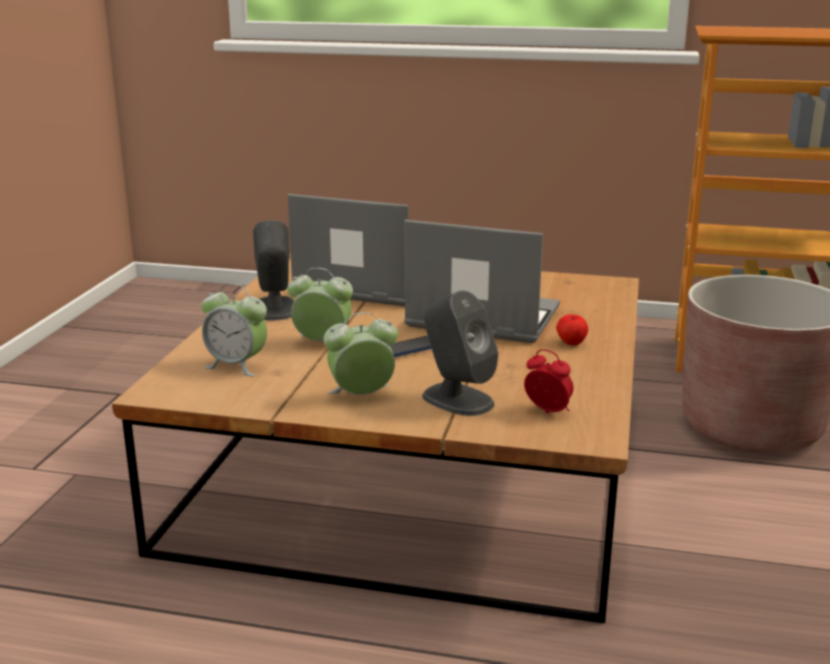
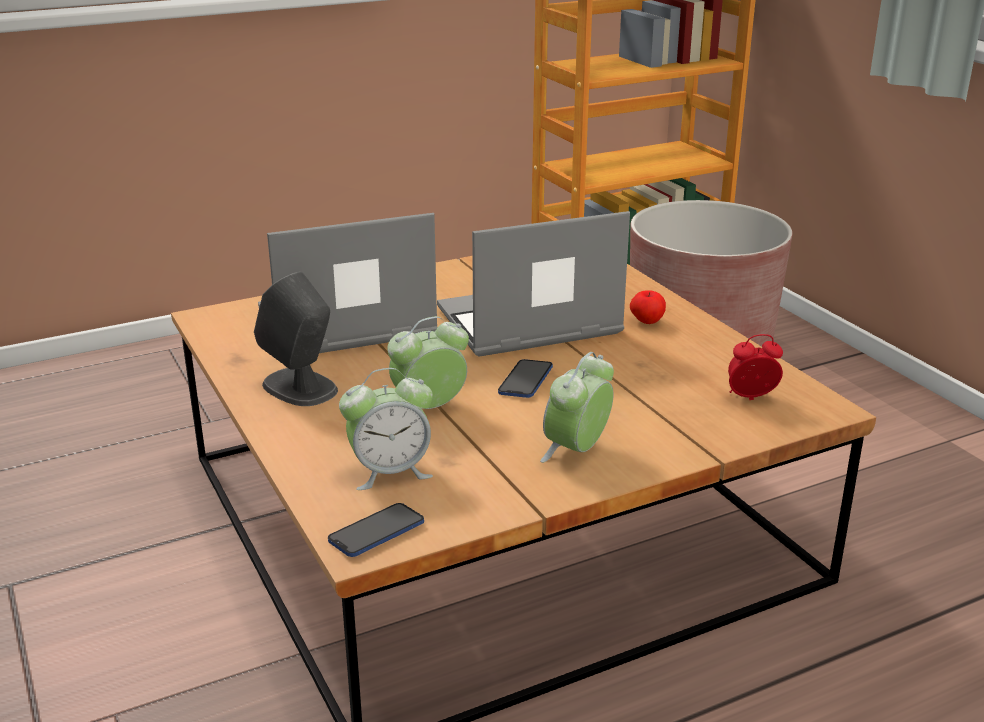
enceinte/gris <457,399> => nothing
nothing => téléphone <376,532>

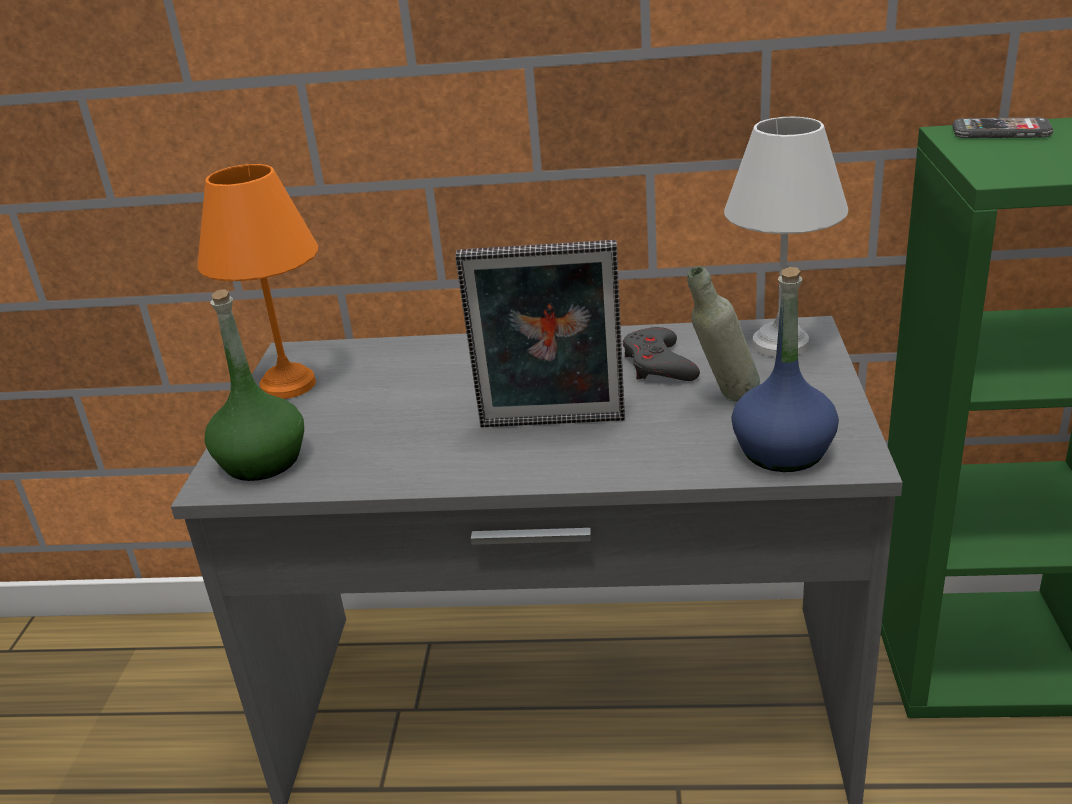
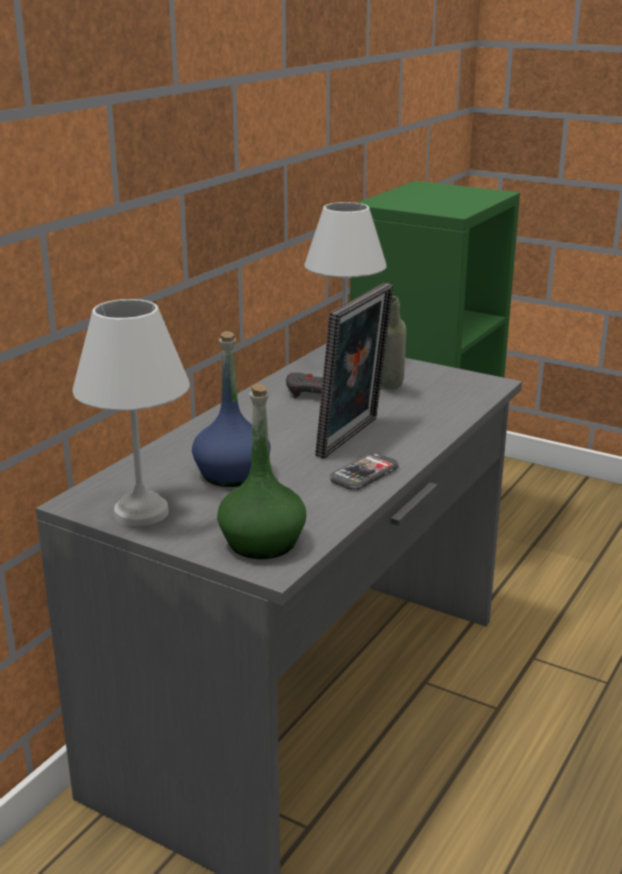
téléphone <1001,132> => téléphone <364,474>, move
lampe de table/orange <289,384> => lampe de table/blanc <139,512>
bouteille/bleu <783,452> => bouteille/bleu <232,474>, move

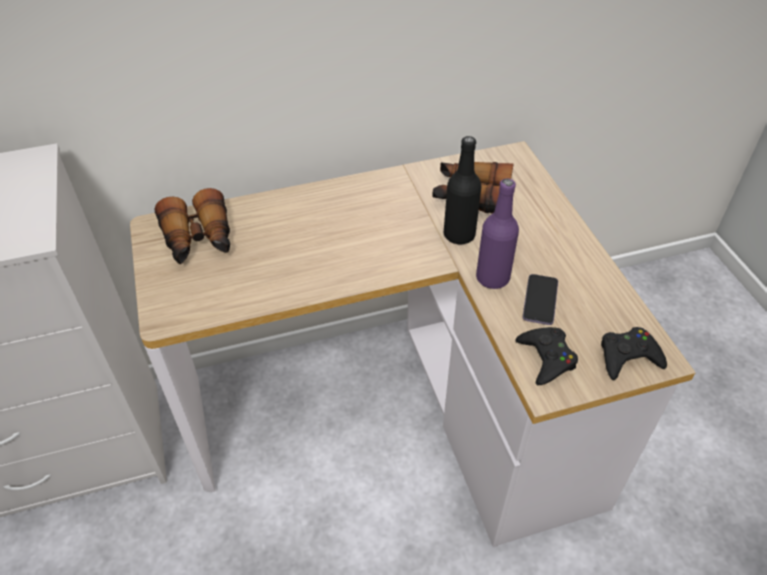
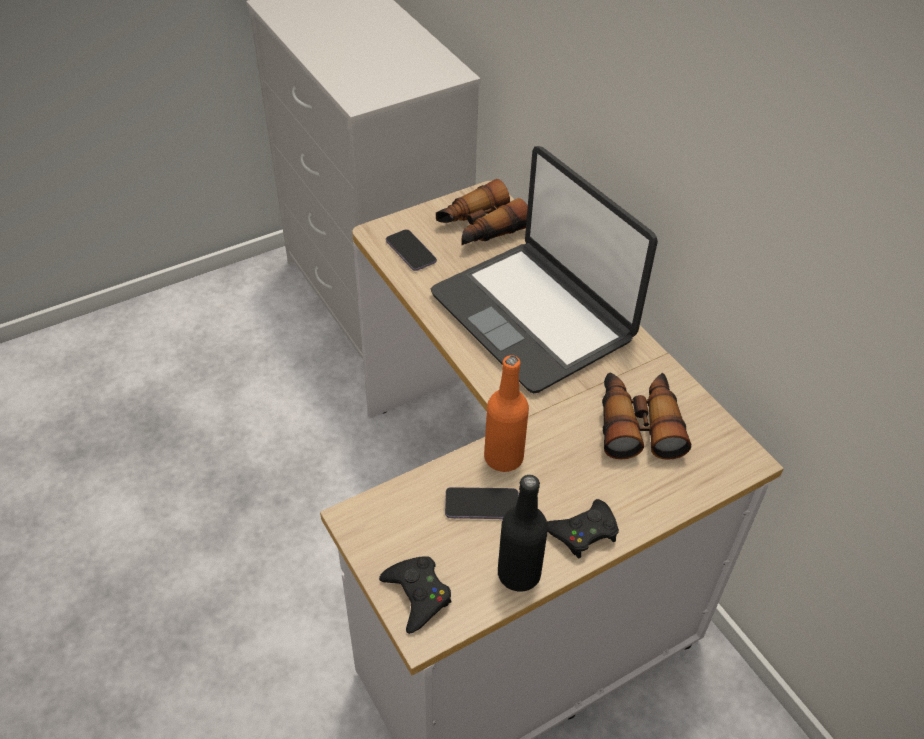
bouteille/noir <459,235> => bouteille/noir <519,574>, move
bouteille/violet <492,278> => bouteille/orange <503,458>
manette/noir <546,358> => manette/noir <583,532>, move
nothing => ordinateur portable <533,316>
nothing => téléphone <411,251>

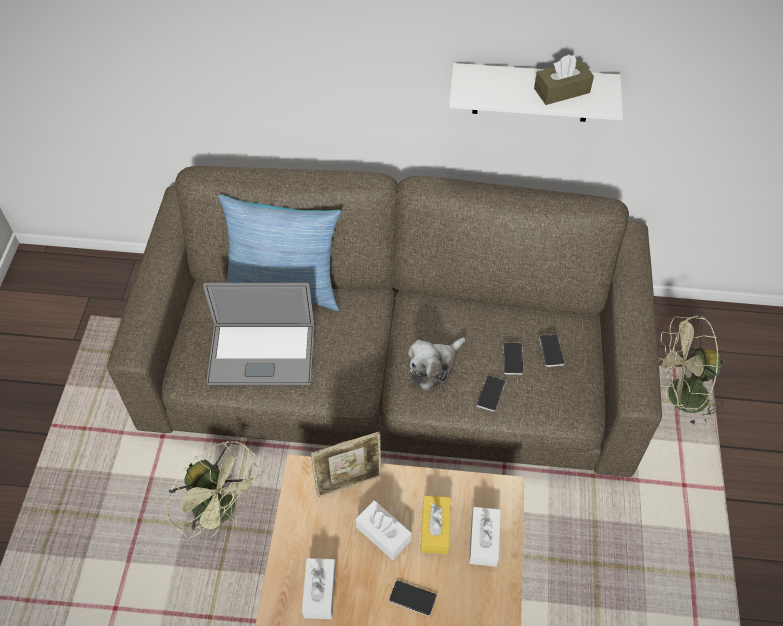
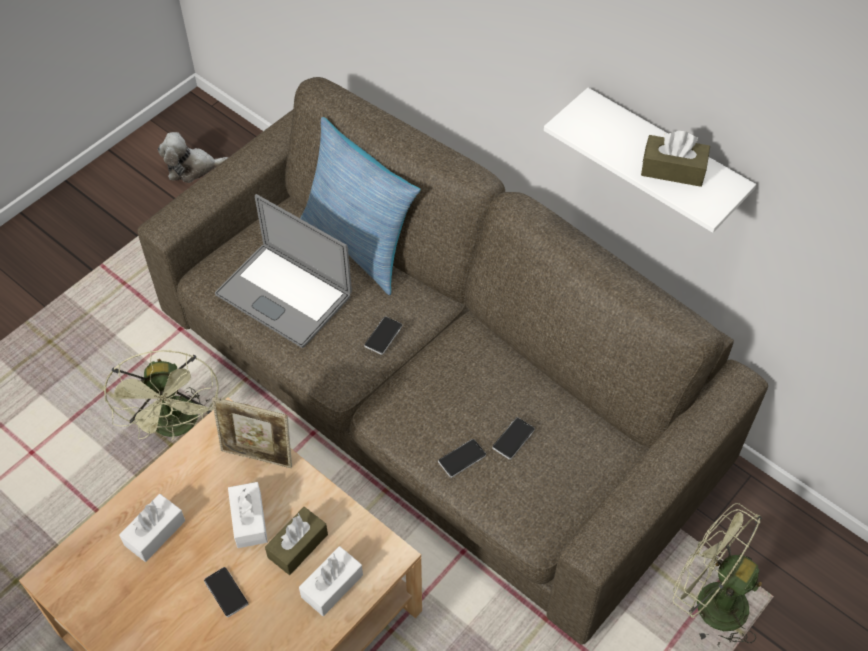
téléphone <551,351> => téléphone <383,336>, move
peluche <434,367> => peluche <192,168>, move
boîte à mouchoirs/jaune <435,528> => boîte à mouchoirs/marron <298,546>

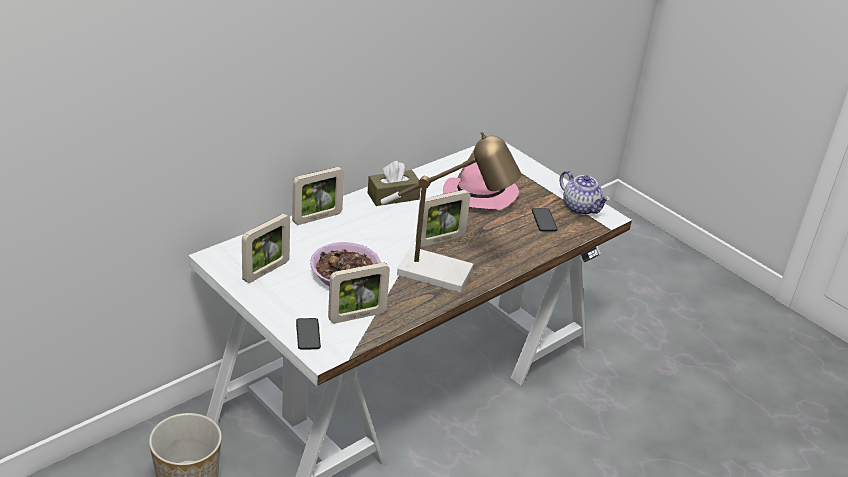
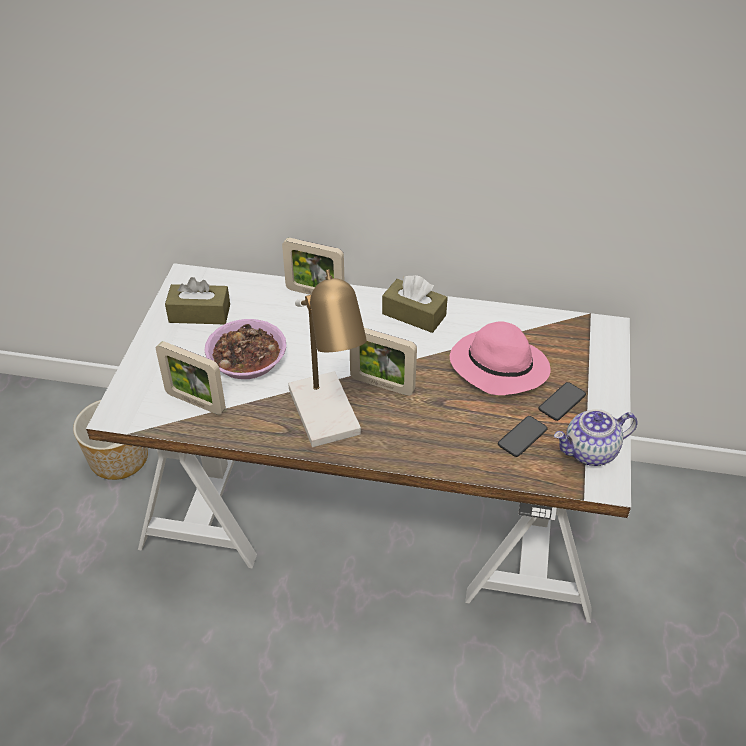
théière <581,208> => théière <590,452>, 60 degrees clockwise
cadre photo <266,271> => boîte à mouchoirs/marron <199,313>
téléphone <308,334> => téléphone <562,402>, move

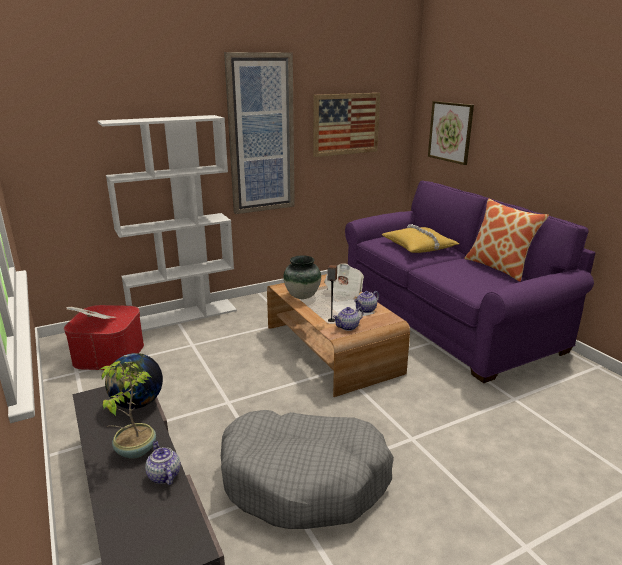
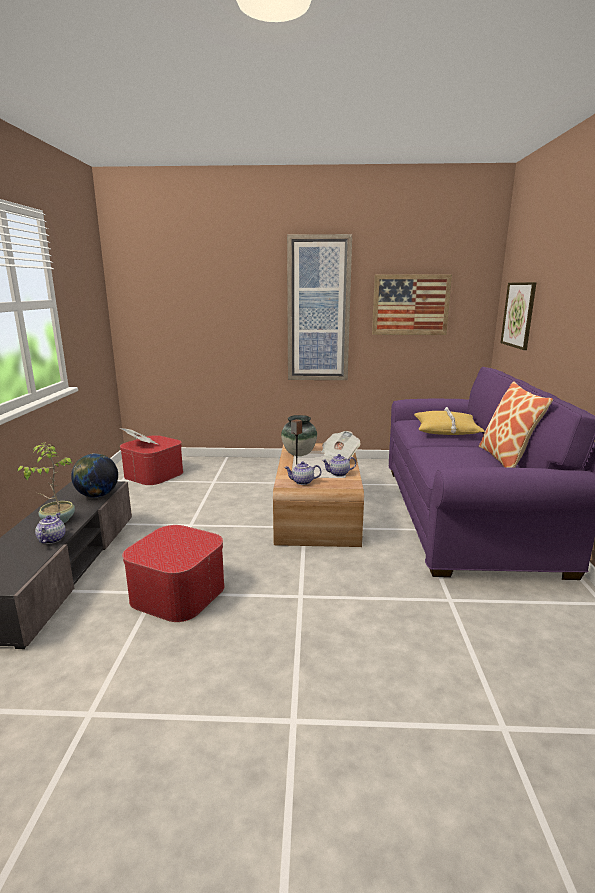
bibliothèque/blanc <184,315> => nothing
panier pour chien/gris <304,479> => pouf <177,592>

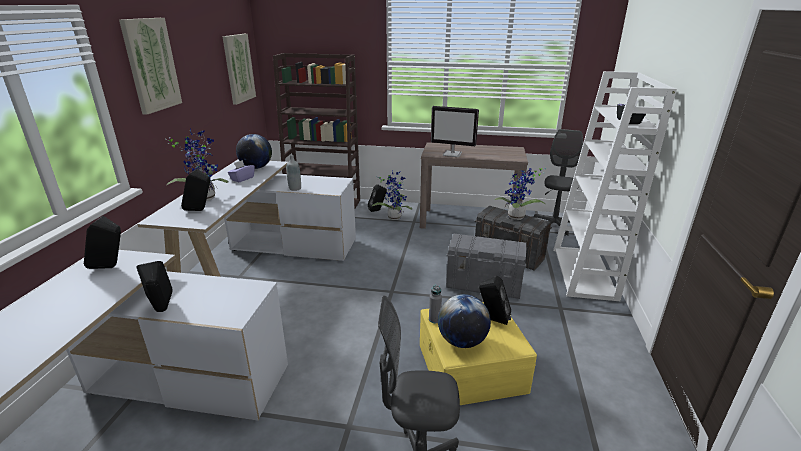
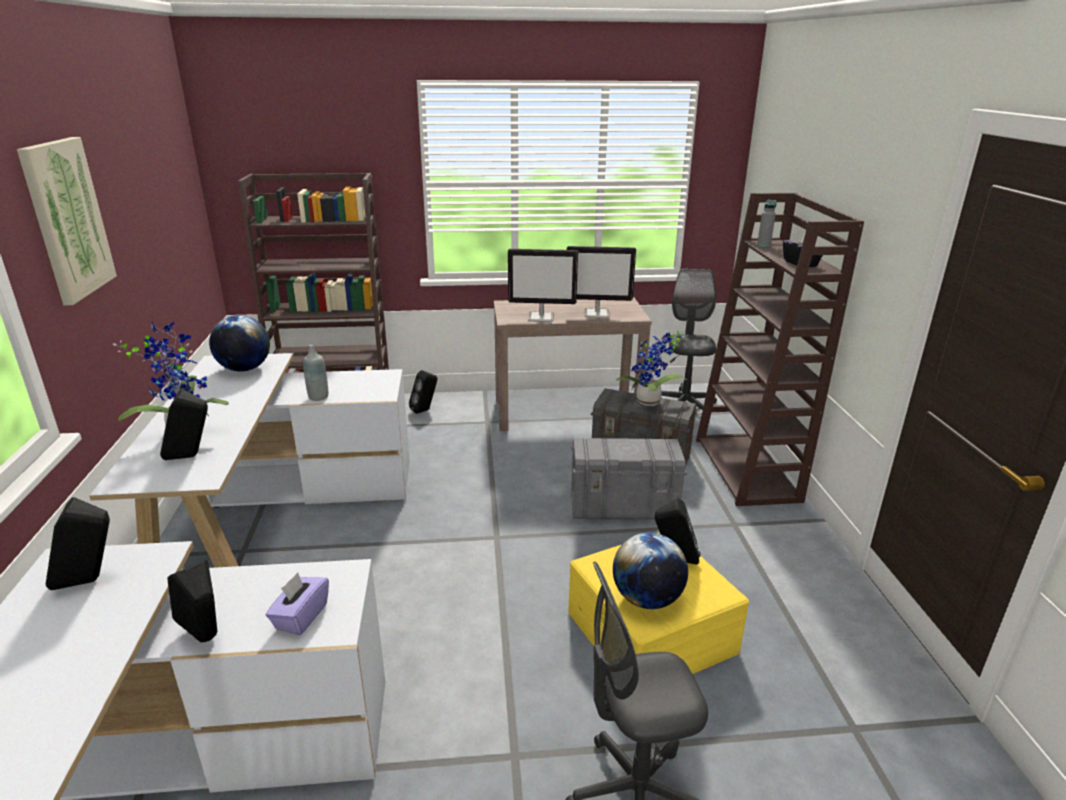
tableau <238,68> => nothing
bibliothèque/blanc <584,273> => bibliothèque/marron <747,470>
boîte à mouchoirs/violet <242,179> => boîte à mouchoirs/violet <301,617>, move
plante en pot <394,216> => nothing
bouteille/gris <434,319> => bouteille/gris <763,245>, move
nothing => écran d'ordinateur <597,314>

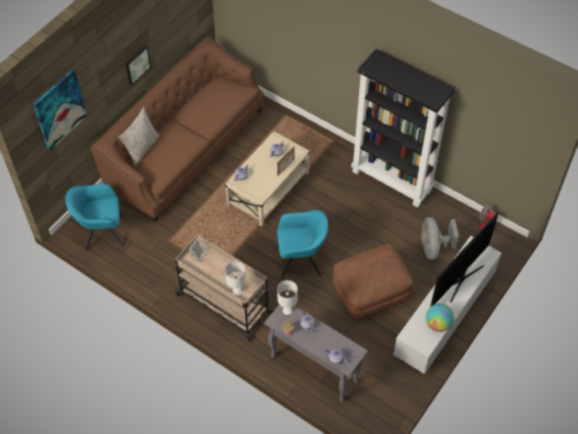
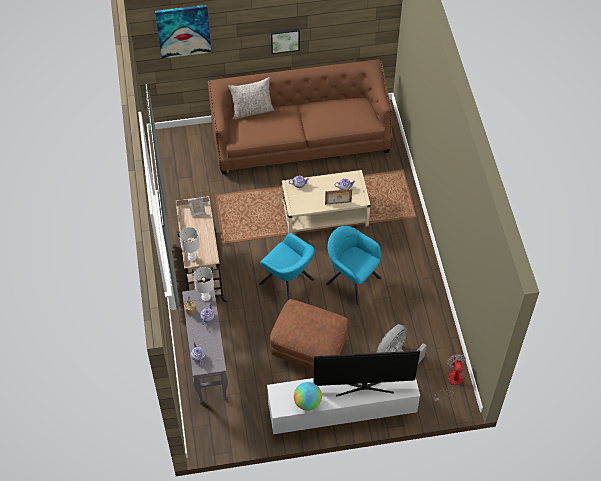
bibliothèque/noir <392,181> => nothing
fauteuil/turquoise <101,233> => fauteuil/turquoise <351,279>, move

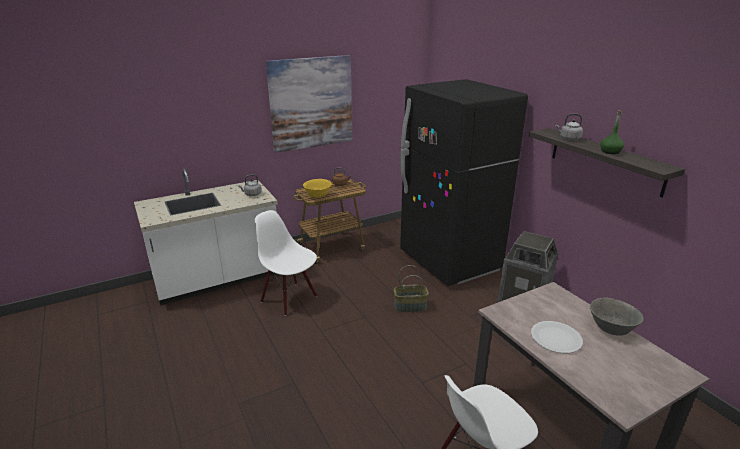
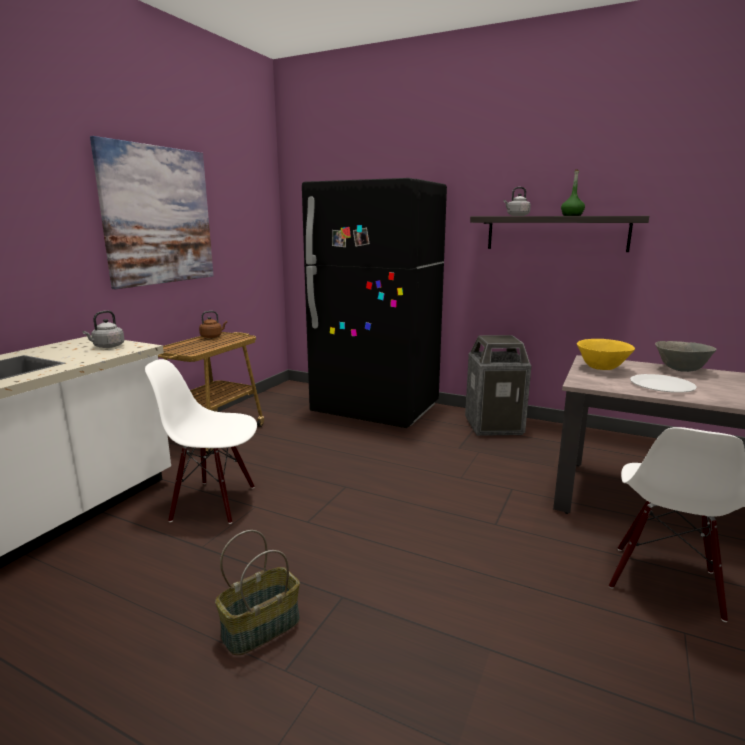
bol/jaune <318,196> => bol/jaune <602,368>, move
panier <410,306> => panier <261,627>, move

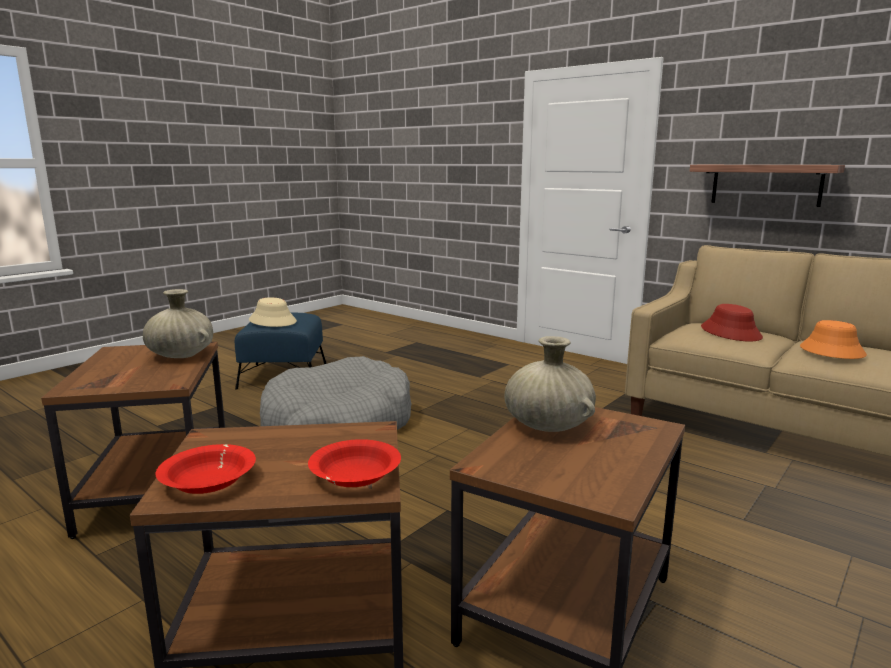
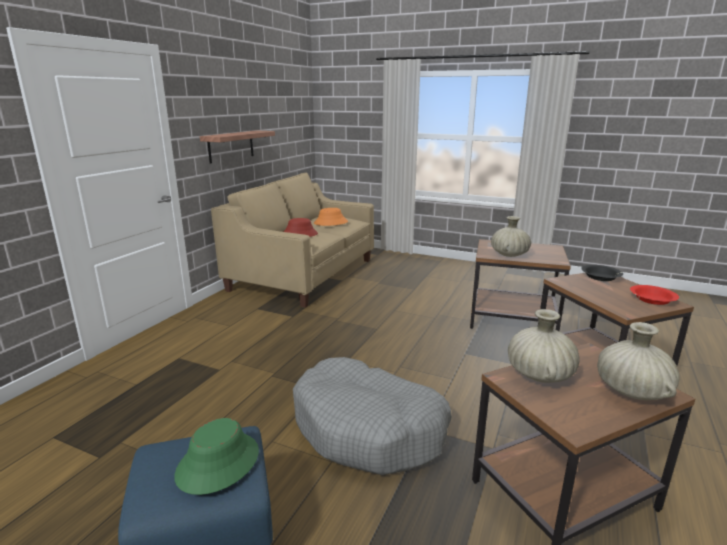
chapeau/beige <273,321> => chapeau/vert <218,463>
bol/rouge <355,475> => bol/noir <600,277>
nothing => vase/beige <631,391>

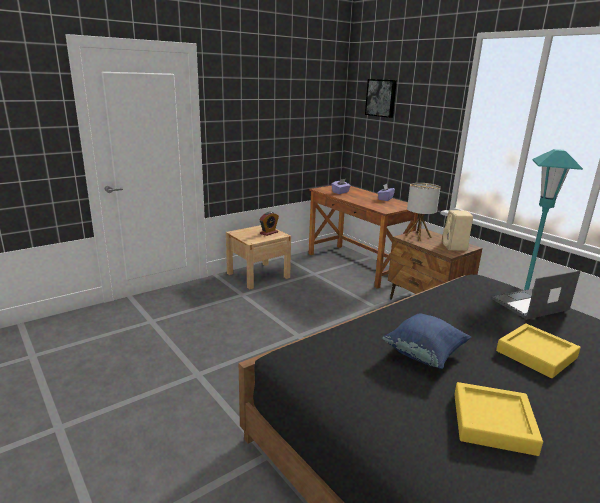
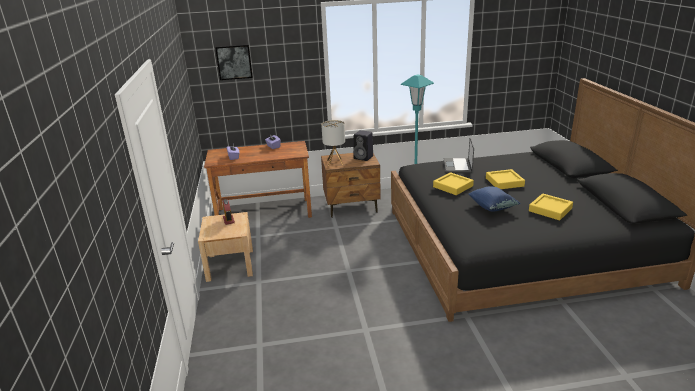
enceinte/beige <455,247> => enceinte/noir <364,157>
nothing => plateau/jaune <453,186>

